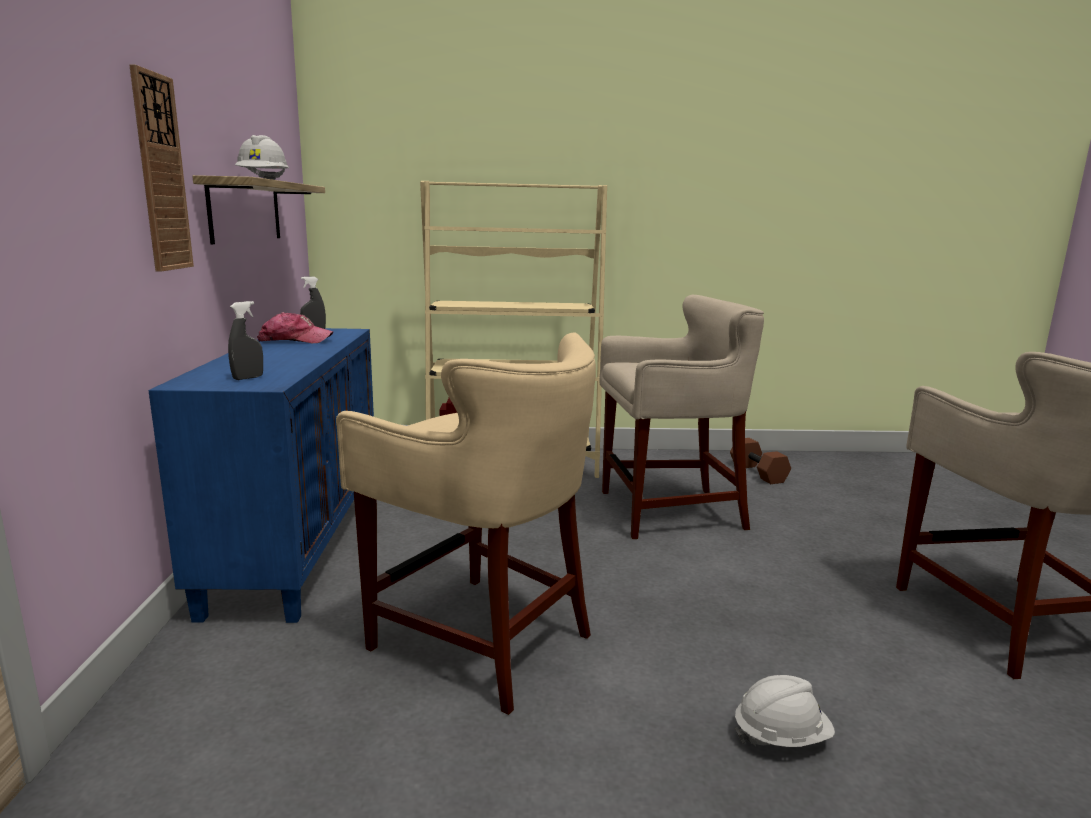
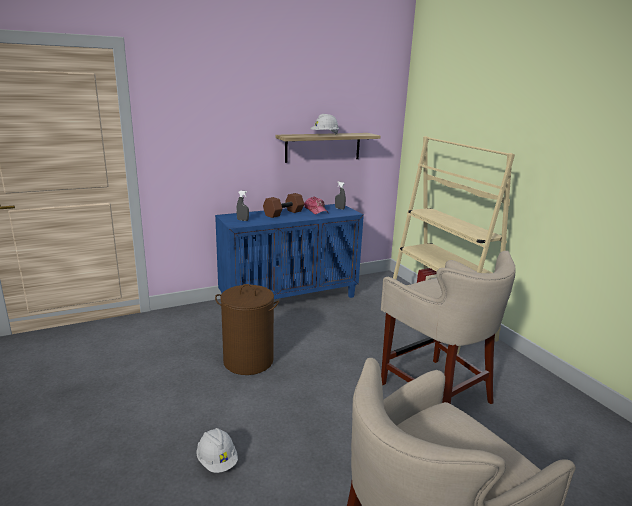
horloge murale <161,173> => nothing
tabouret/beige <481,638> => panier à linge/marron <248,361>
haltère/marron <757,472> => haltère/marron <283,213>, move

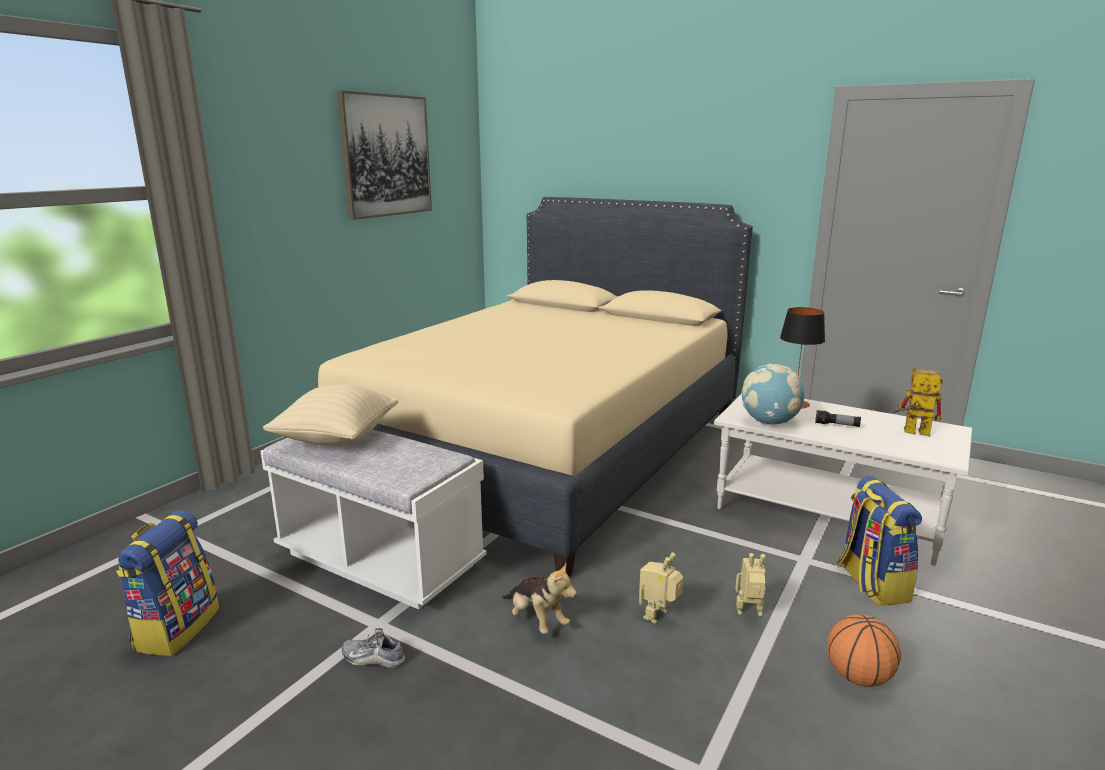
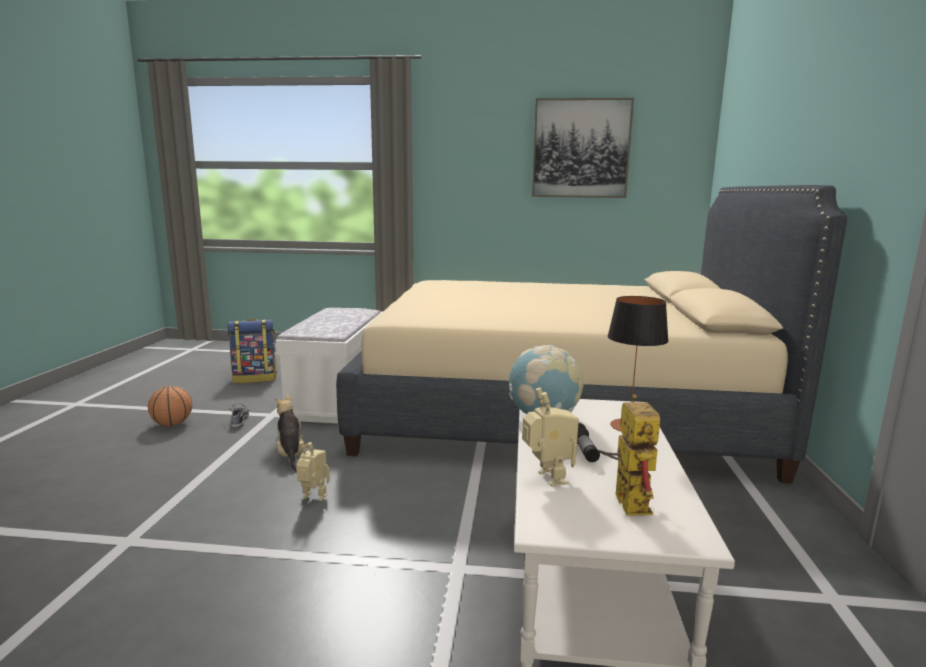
coussin/beige <336,439> => nothing
sac à dos <871,583> => nothing
robot jouet <749,613> => robot jouet <547,479>, move
peluche <537,620> => peluche <291,455>, 135 degrees clockwise
ballon de basket <858,677> => ballon de basket <172,424>, move

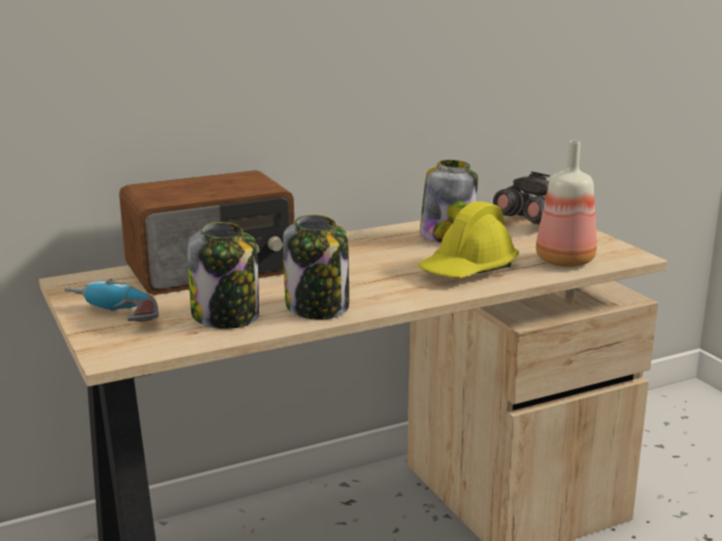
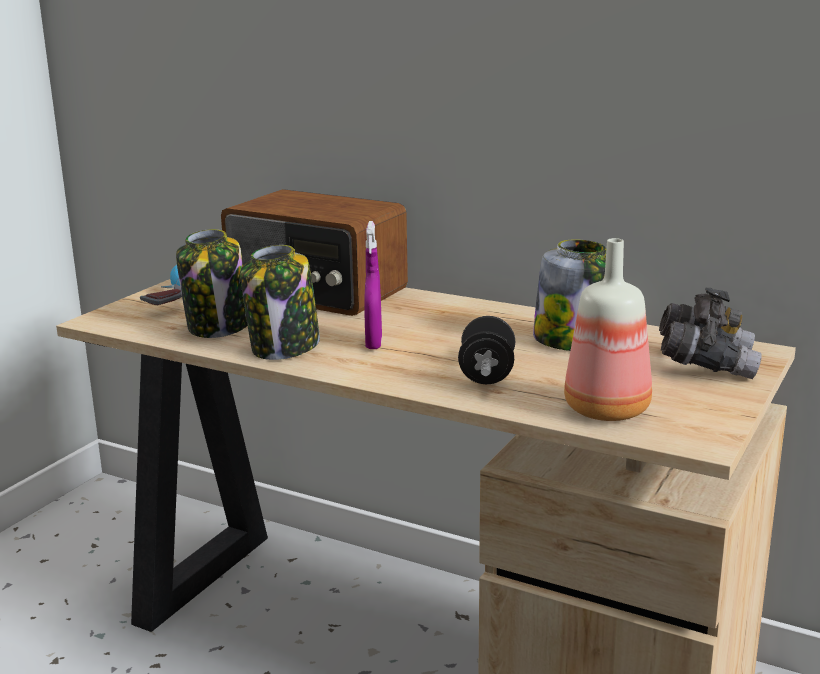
casque de chantier/jaune <468,270> => haltère/noir <487,375>
nothing => vaporisateur/violet <374,343>

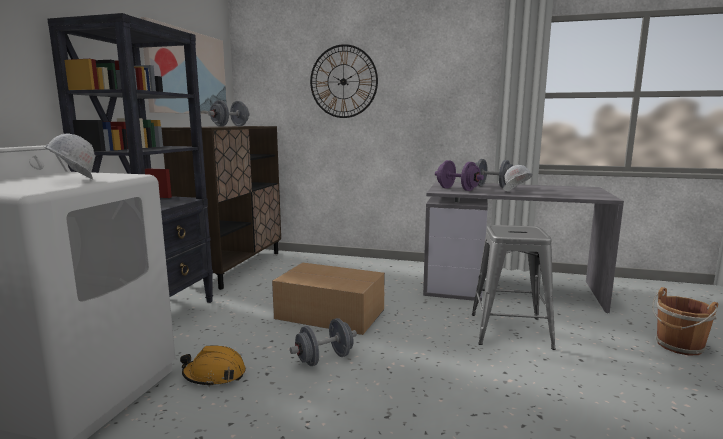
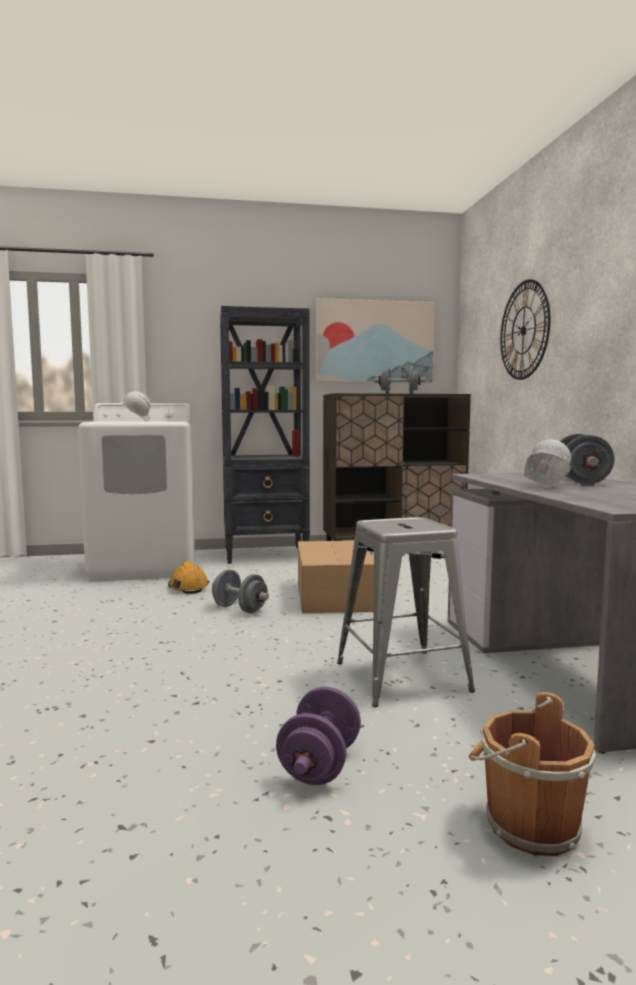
haltère/violet <457,189> => haltère/violet <319,765>, move

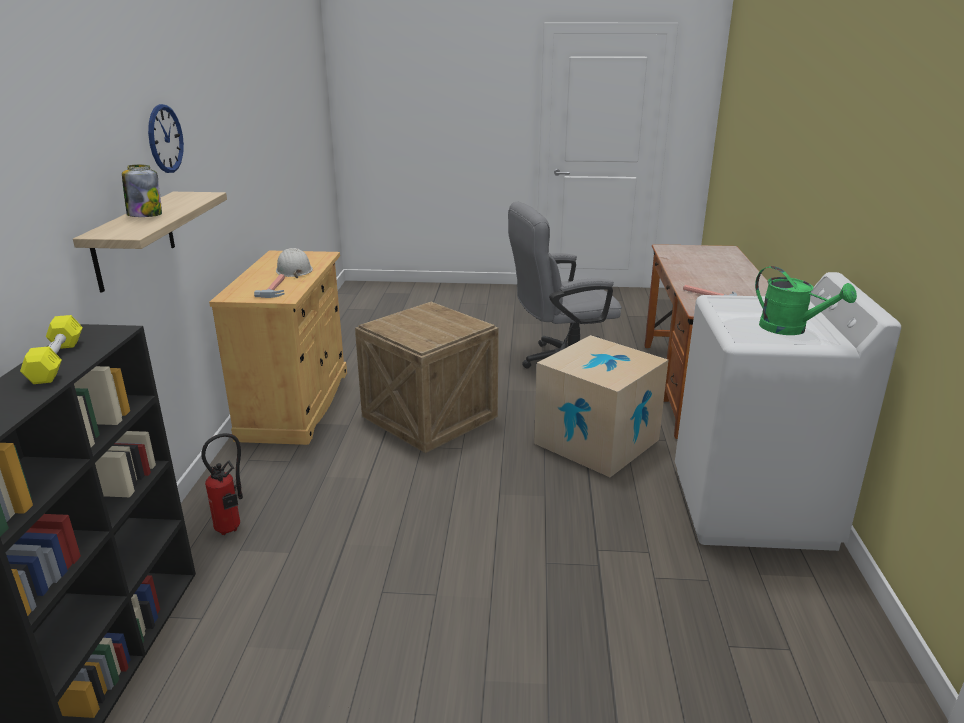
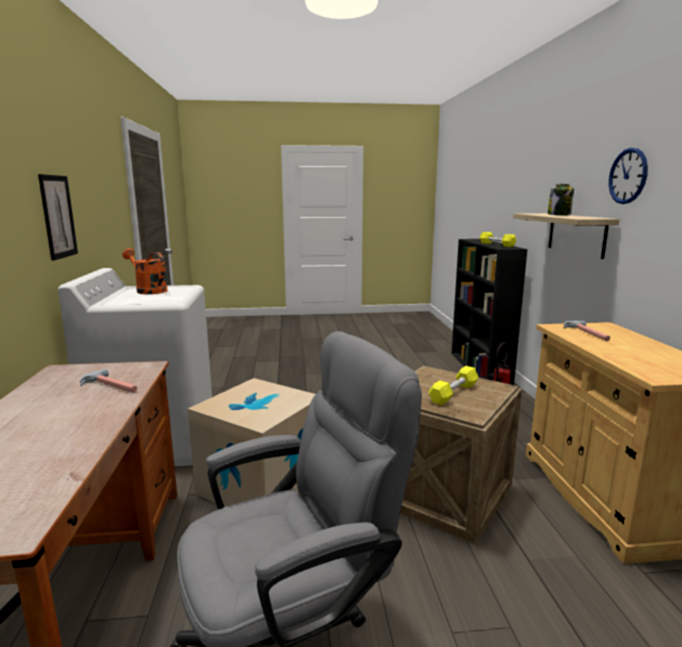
casque de chantier/blanc <293,270> => nothing
arrosoir/vert <791,329> => arrosoir/orange <148,290>
nothing => tableau <58,216>
nothing => haltère/jaune <453,393>

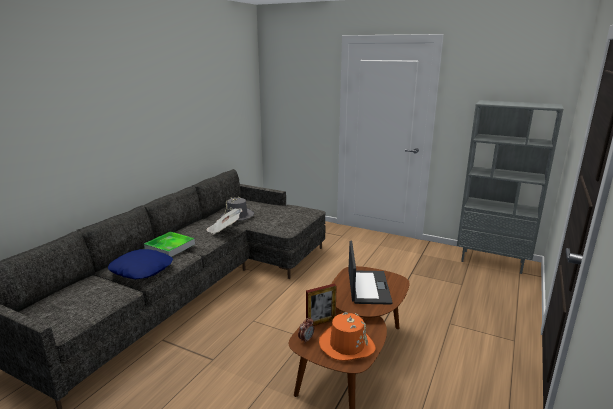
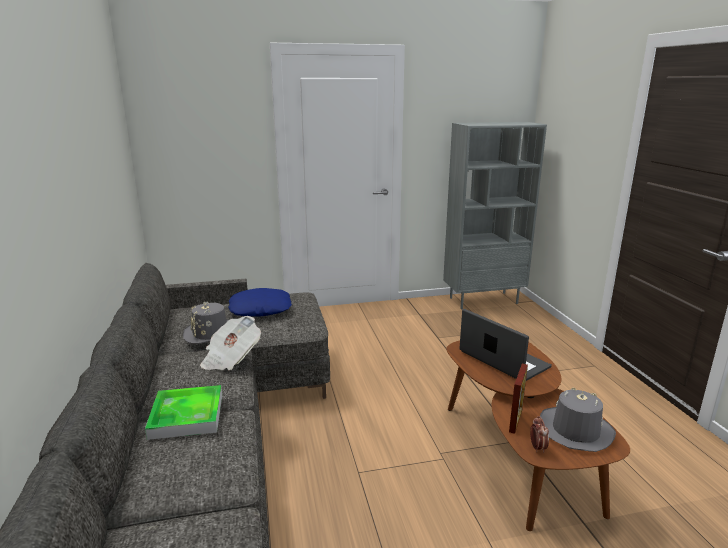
coussin/bleu <142,269> => coussin/bleu <260,309>, move
chapeau/orange <346,344> => chapeau/gris <575,430>

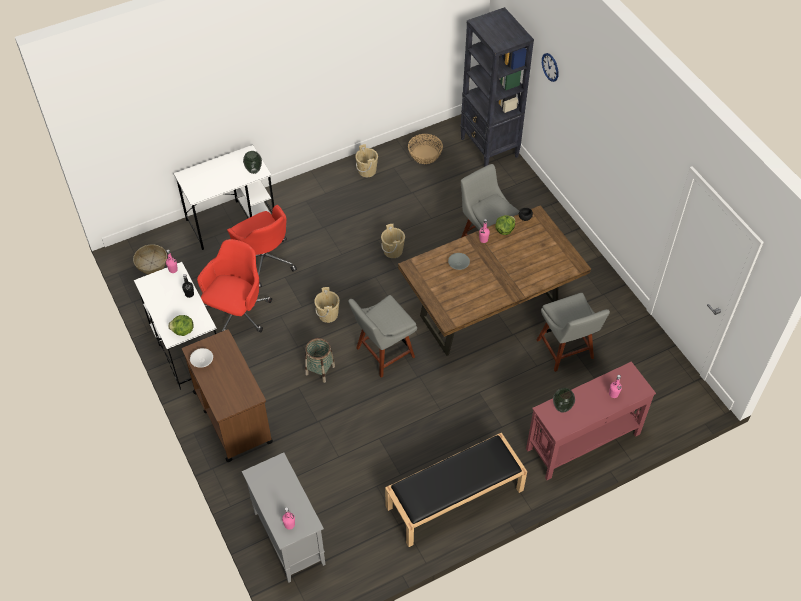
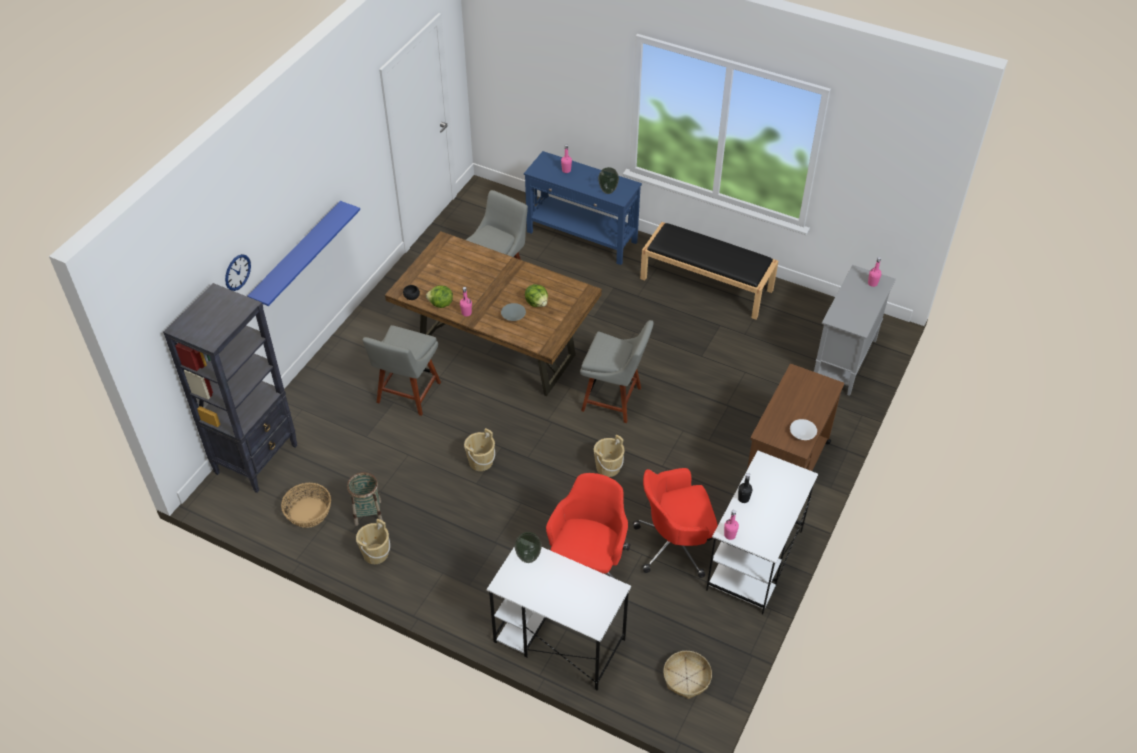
laitue <183,331> => laitue <537,303>, move
panier <320,370> => panier <368,513>, move
table console/rouge <582,441> => table console/bleu <582,237>
nothing => étagère/bleu <297,256>

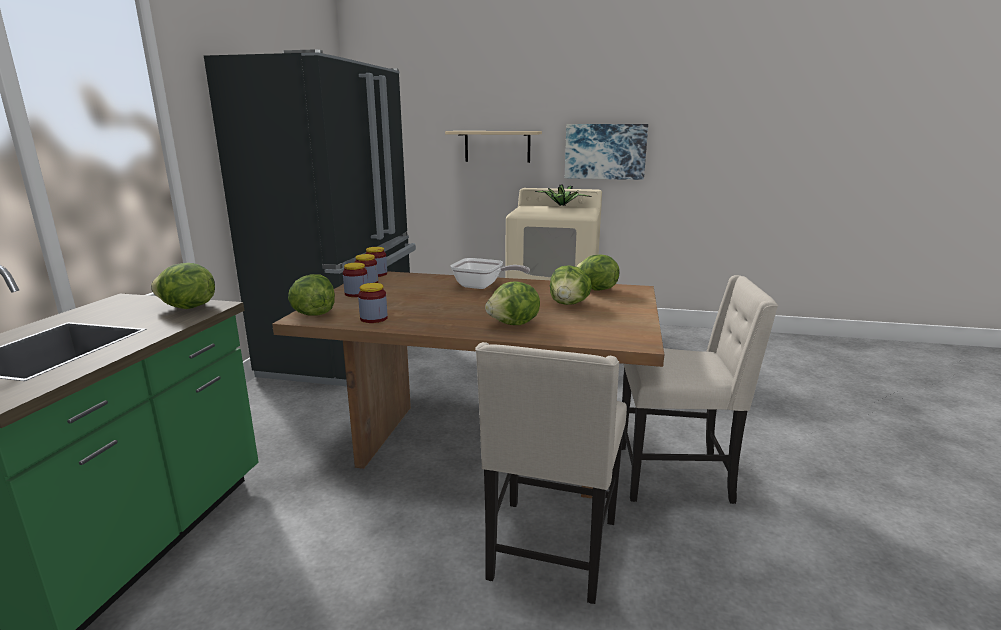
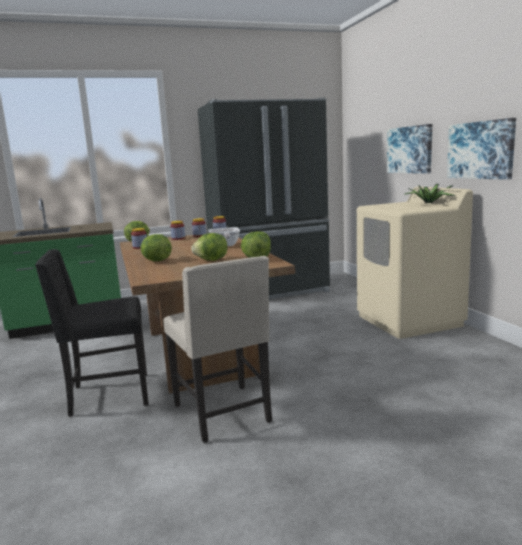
étagère/beige <497,146> => tableau <410,150>
laitue <187,308> => nothing
chaise/beige <551,551> => chaise/noir <108,395>

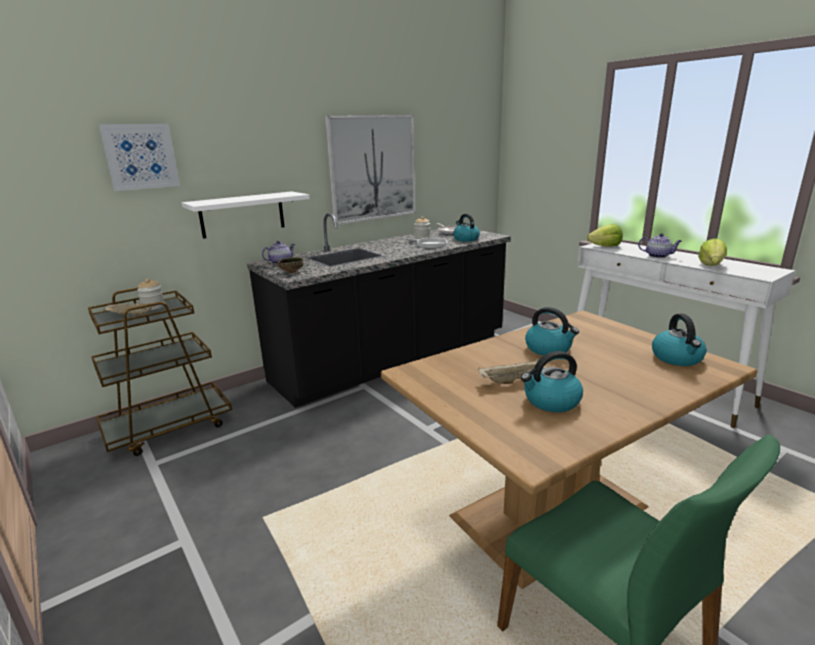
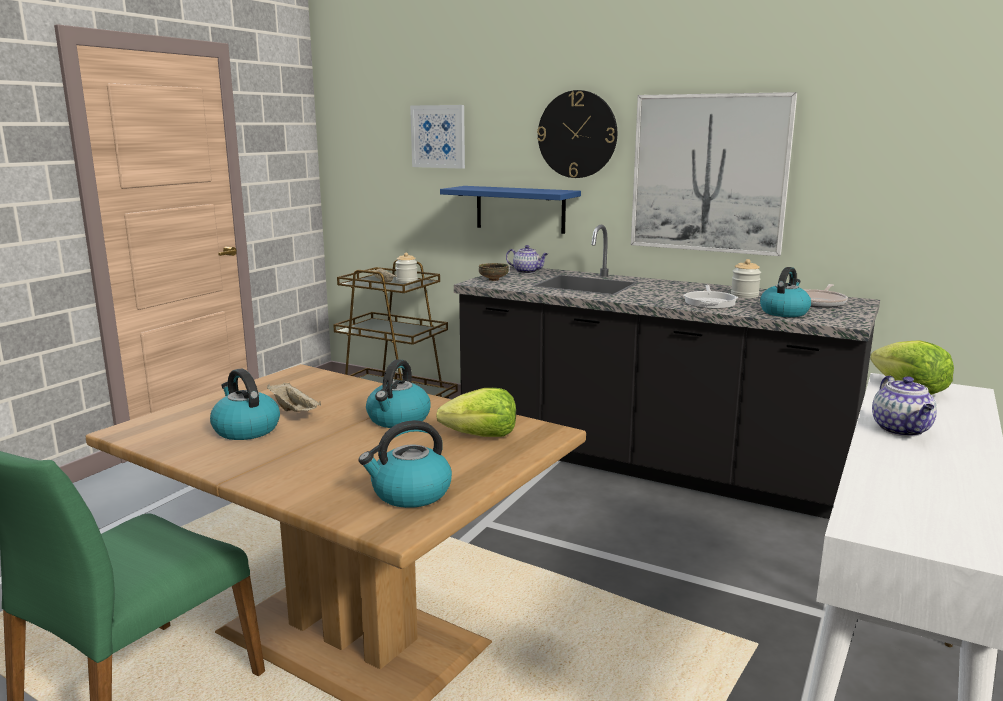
étagère/blanc <242,214> => étagère/bleu <520,209>
laitue <711,265> => laitue <481,436>, move
nothing => horloge murale <577,134>

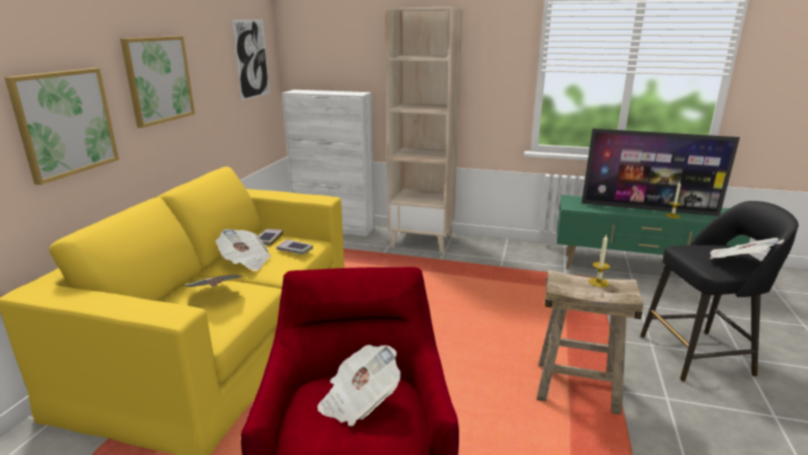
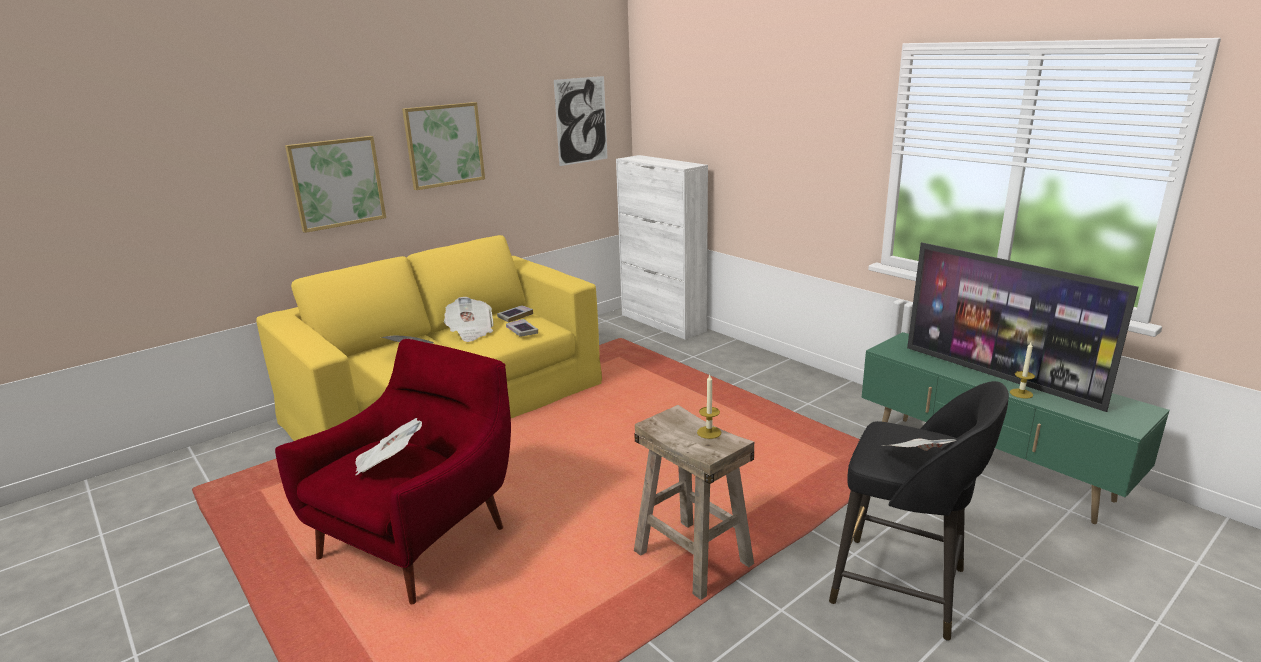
bibliothèque/beige <422,240> => nothing

